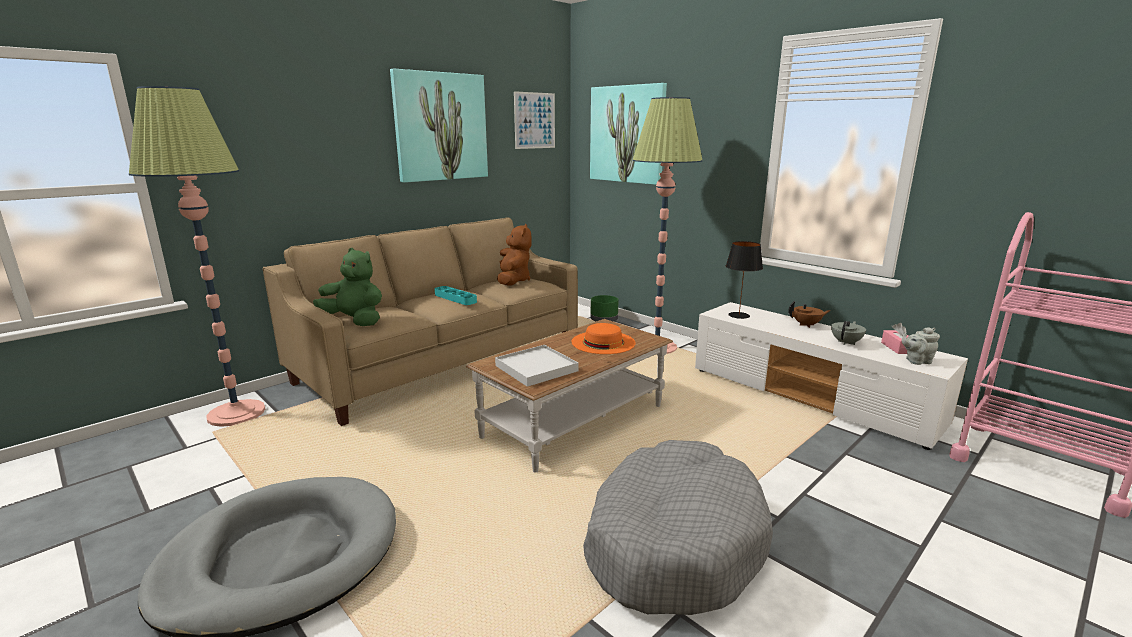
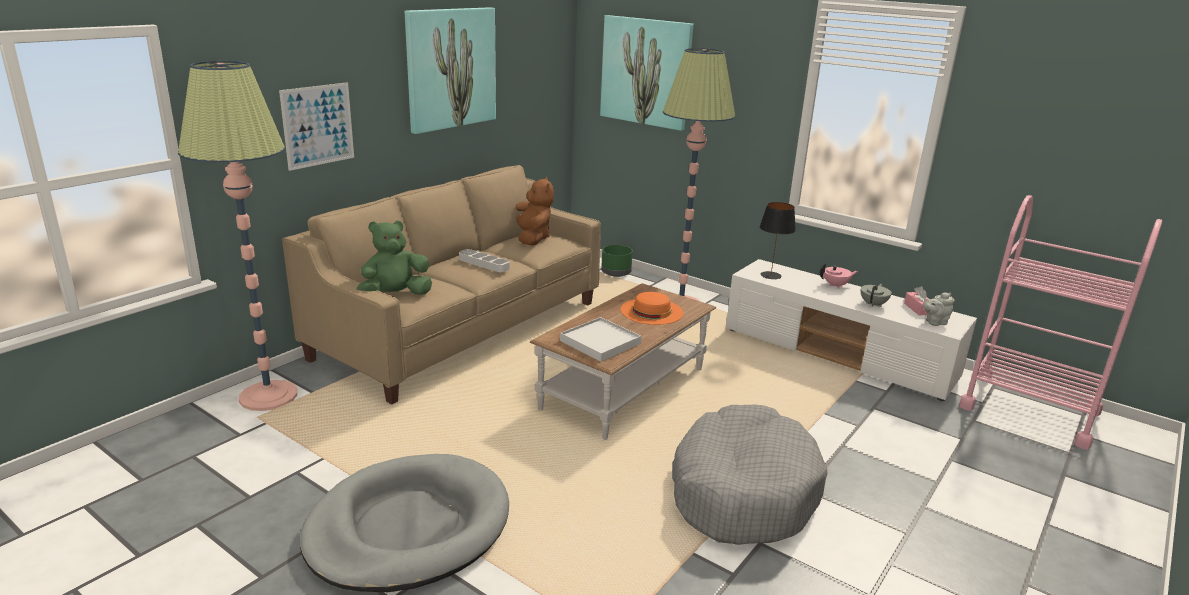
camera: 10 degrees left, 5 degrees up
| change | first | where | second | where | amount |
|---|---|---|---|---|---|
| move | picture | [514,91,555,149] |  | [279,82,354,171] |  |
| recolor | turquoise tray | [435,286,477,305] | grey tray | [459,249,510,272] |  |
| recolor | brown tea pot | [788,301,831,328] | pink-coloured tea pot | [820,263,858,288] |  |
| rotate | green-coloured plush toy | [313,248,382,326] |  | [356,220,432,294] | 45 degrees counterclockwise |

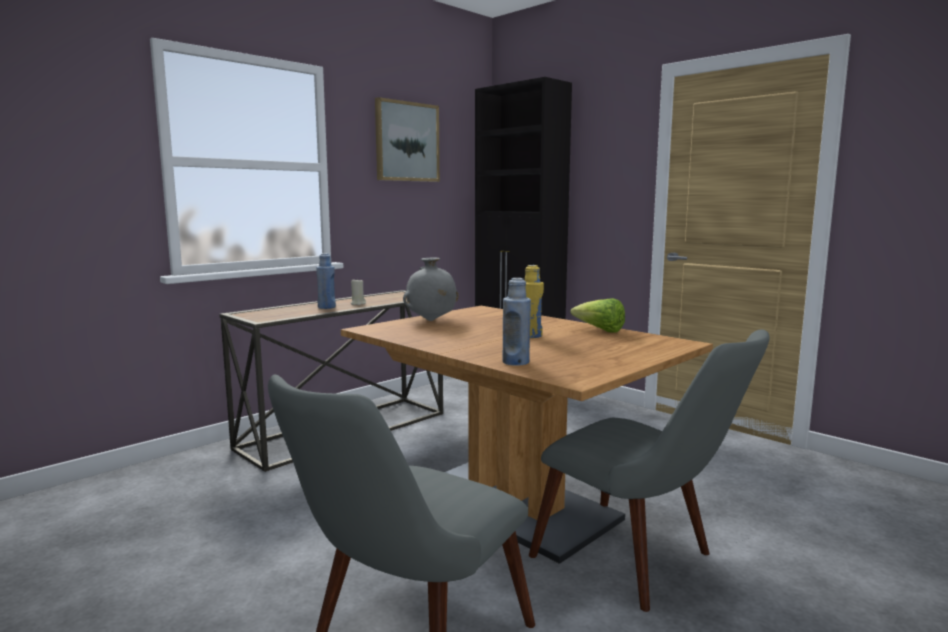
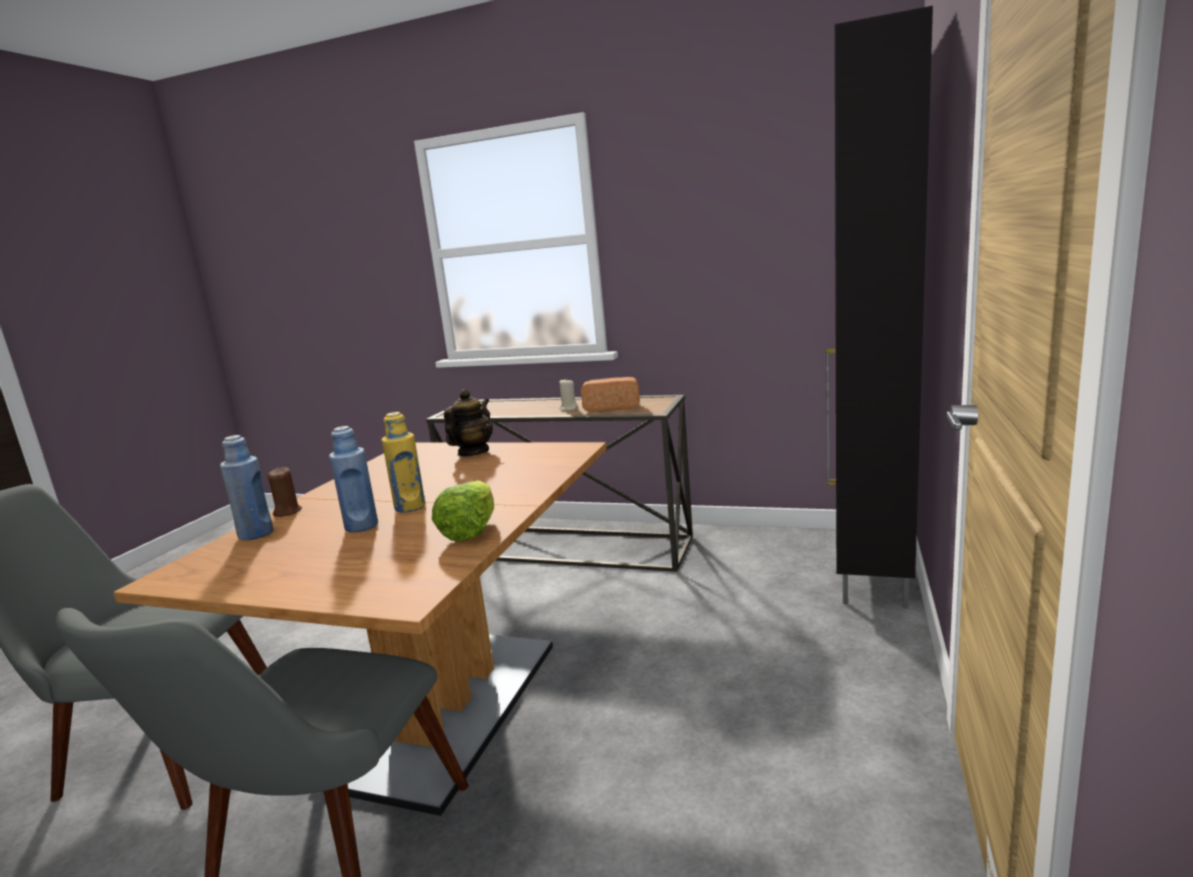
camera: 65 degrees right, 5 degrees up
| change | first | where | second | where | amount |
|---|---|---|---|---|---|
| delete | picture | [375,97,440,182] |  |  |  |
| insert |  |  | brown candle | [268,467,302,517] |  |
| insert |  |  | baked bread | [581,377,640,412] |  |
| move | blue drink bottle | [316,253,336,309] |  | [329,426,378,532] |  |
| replace | grey flower vase | [403,258,459,321] | tea pot | [444,389,493,457] |  |

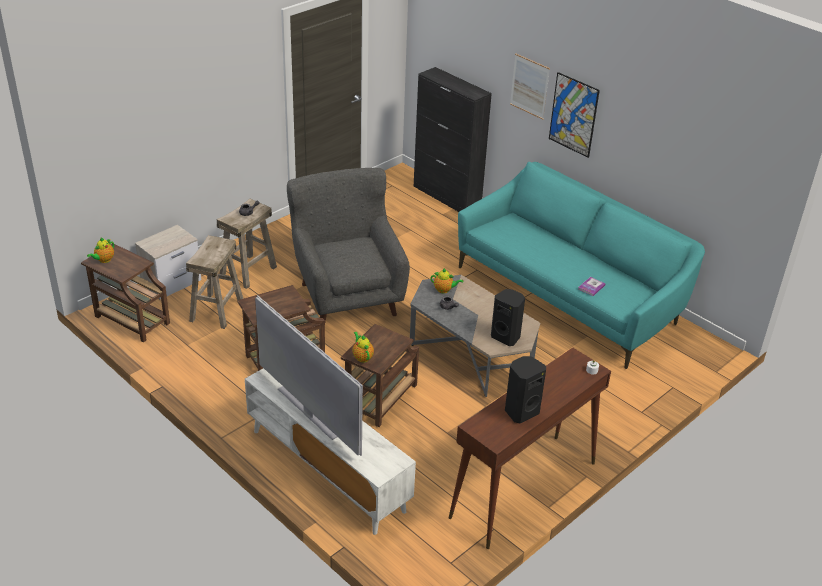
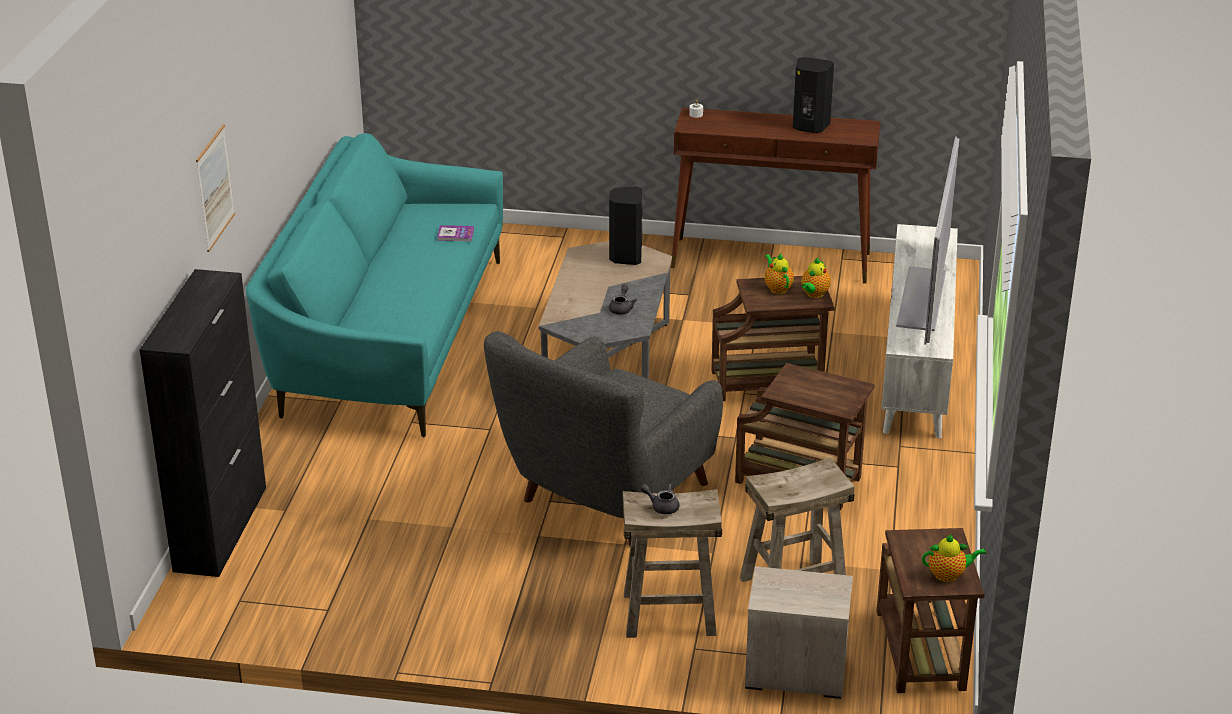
camera: 125 degrees left, 5 degrees down
| change | first | where | second | where | amount |
|---|---|---|---|---|---|
| delete | picture | [549,72,600,158] |  |  |  |
| move | tea pot | [430,268,463,293] |  | [765,253,794,294] |  |

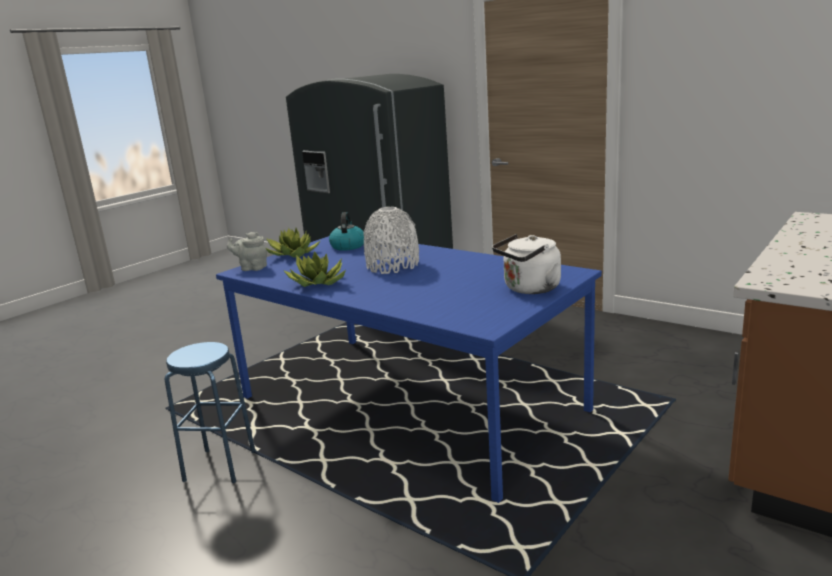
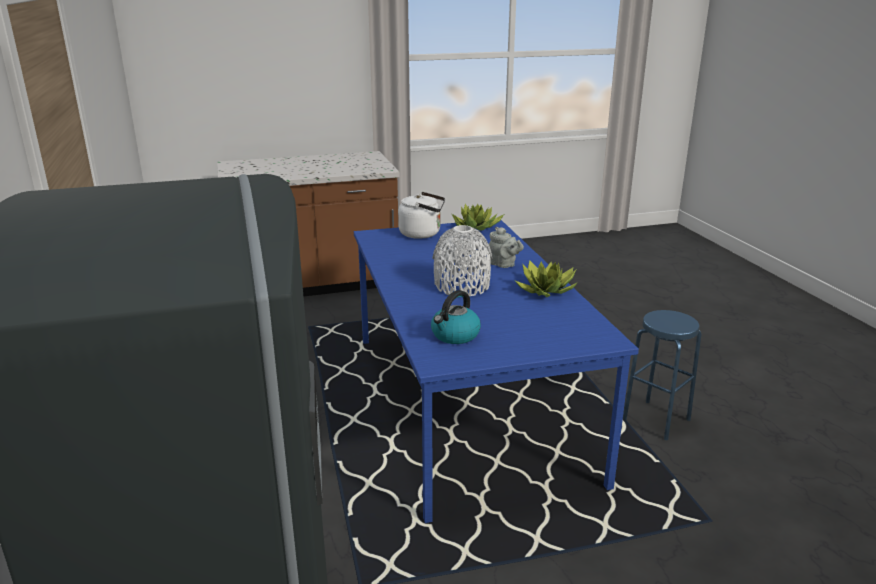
camera: 145 degrees left, 5 degrees up
| change | first | where | second | where | amount |
|---|---|---|---|---|---|
| move | grey tea pot | [227,232,267,271] |  | [489,227,524,268] |  |
| move | plant in a pot | [266,228,321,258] |  | [452,204,504,231] |  |

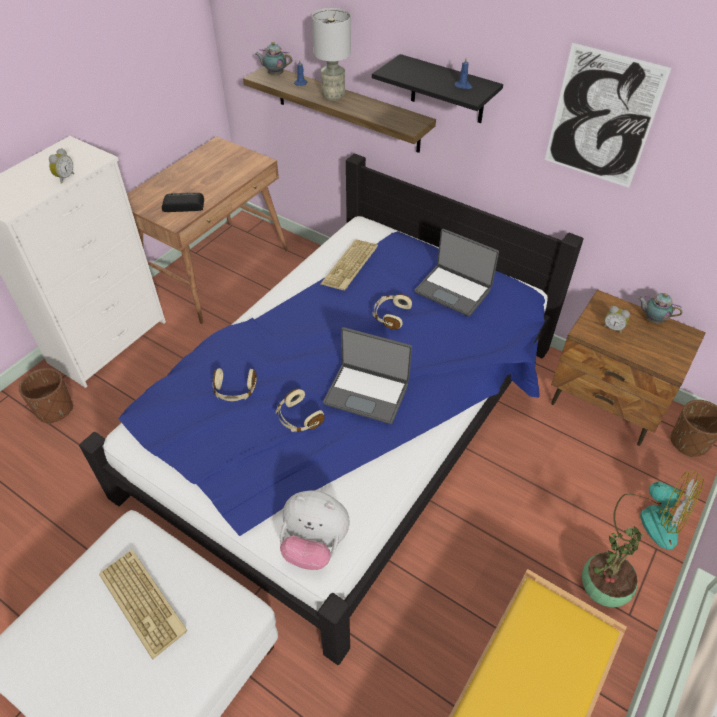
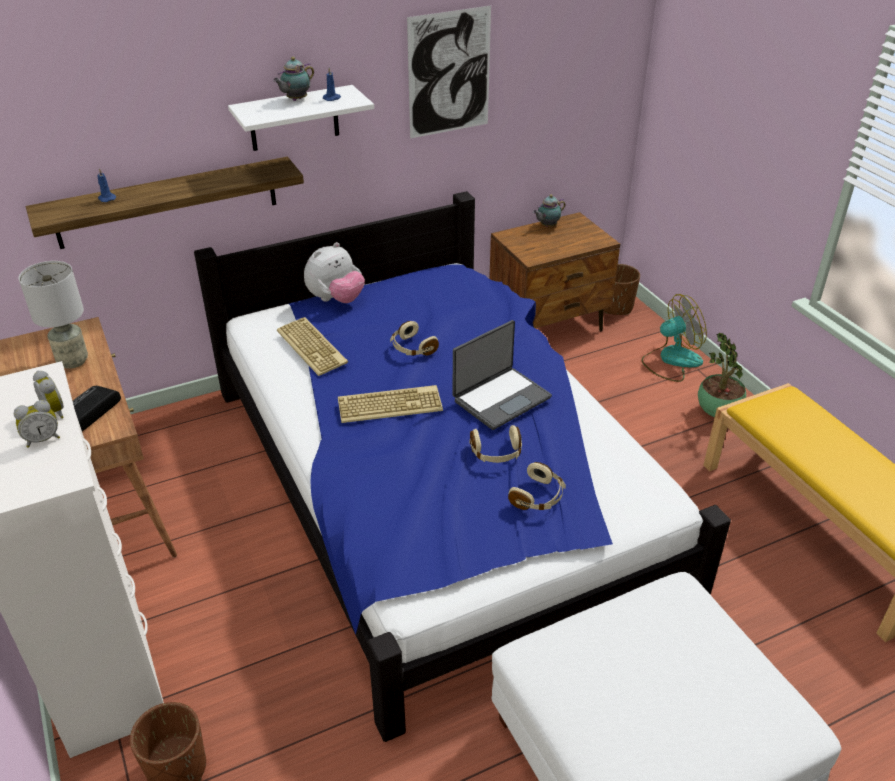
camera: 60 degrees left, 10 degrees down
| change | first | where | second | where | amount |
|---|---|---|---|---|---|
| delete | portable computer | [414,229,499,317] |  |  |  |
| move | computer keyboard | [99,550,187,660] |  | [338,385,443,423] |  |
| move | sand-coloured headphones | [213,368,257,401] |  | [508,462,566,510] |  |
| move | tea pot | [255,42,292,76] |  | [273,57,314,101] |  |
| move | plush toy | [280,490,350,570] |  | [304,242,365,303] |  |
| move | grey tabletop lamp | [312,8,351,101] |  | [19,261,88,369] |  |
| move | alarm clock | [603,306,630,334] |  | [14,400,60,448] |  |
| recolor | blackish shelf | [372,54,503,123] | white-coloured shelf | [228,85,374,151] |  |

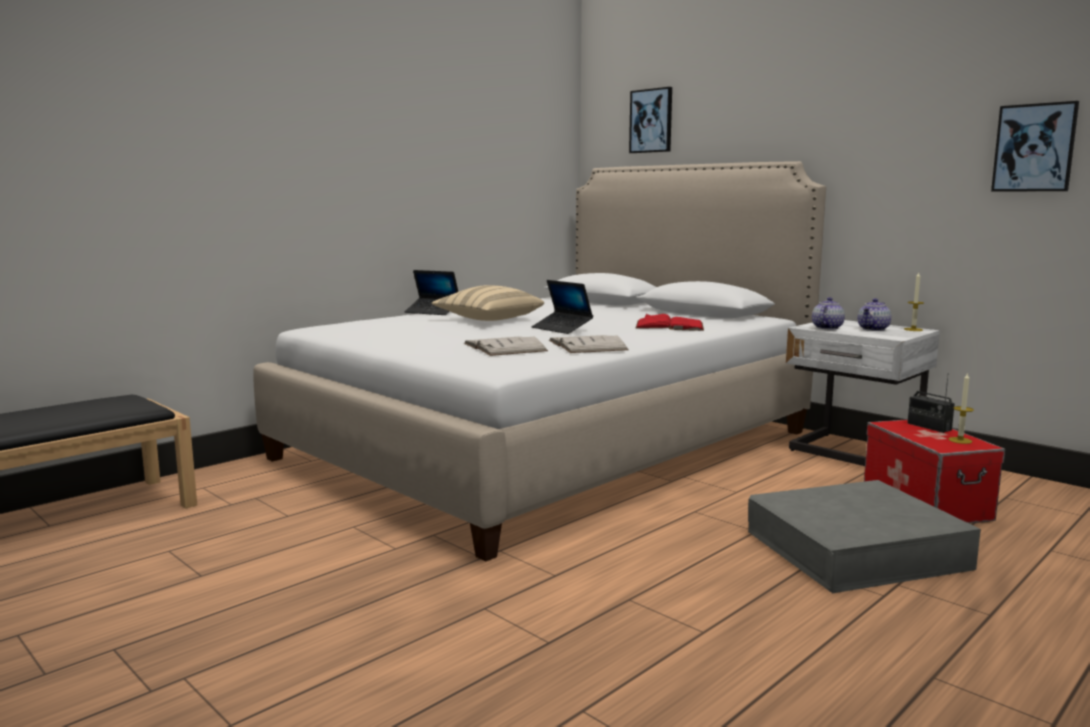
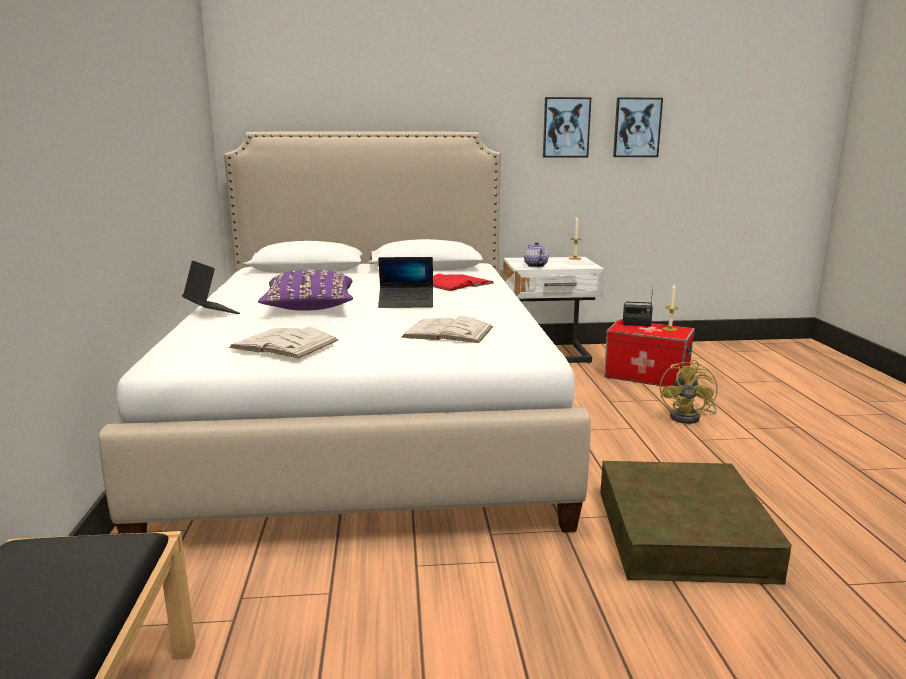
camera: 50 degrees left, 5 degrees up
| change | first | where | second | where | amount |
|---|---|---|---|---|---|
| delete | tea pot | [857,298,891,331] |  |  |  |
| insert |  |  | brown storage container | [600,461,792,585] |  |
| move | white-coloured volume | [549,335,629,353] |  | [229,327,339,358] |  |
| move | picture | [629,87,672,153] |  | [543,97,591,158] |  |
| replace | grey storage container | [748,480,981,593] | yellowish fan | [660,360,718,424] |  |
| recolor | sand-coloured throw pillow | [431,285,544,321] | purplish throw pillow | [258,270,353,311] |  |
| rotate | portable computer | [405,270,458,315] |  | [182,260,240,314] | 105 degrees counterclockwise |

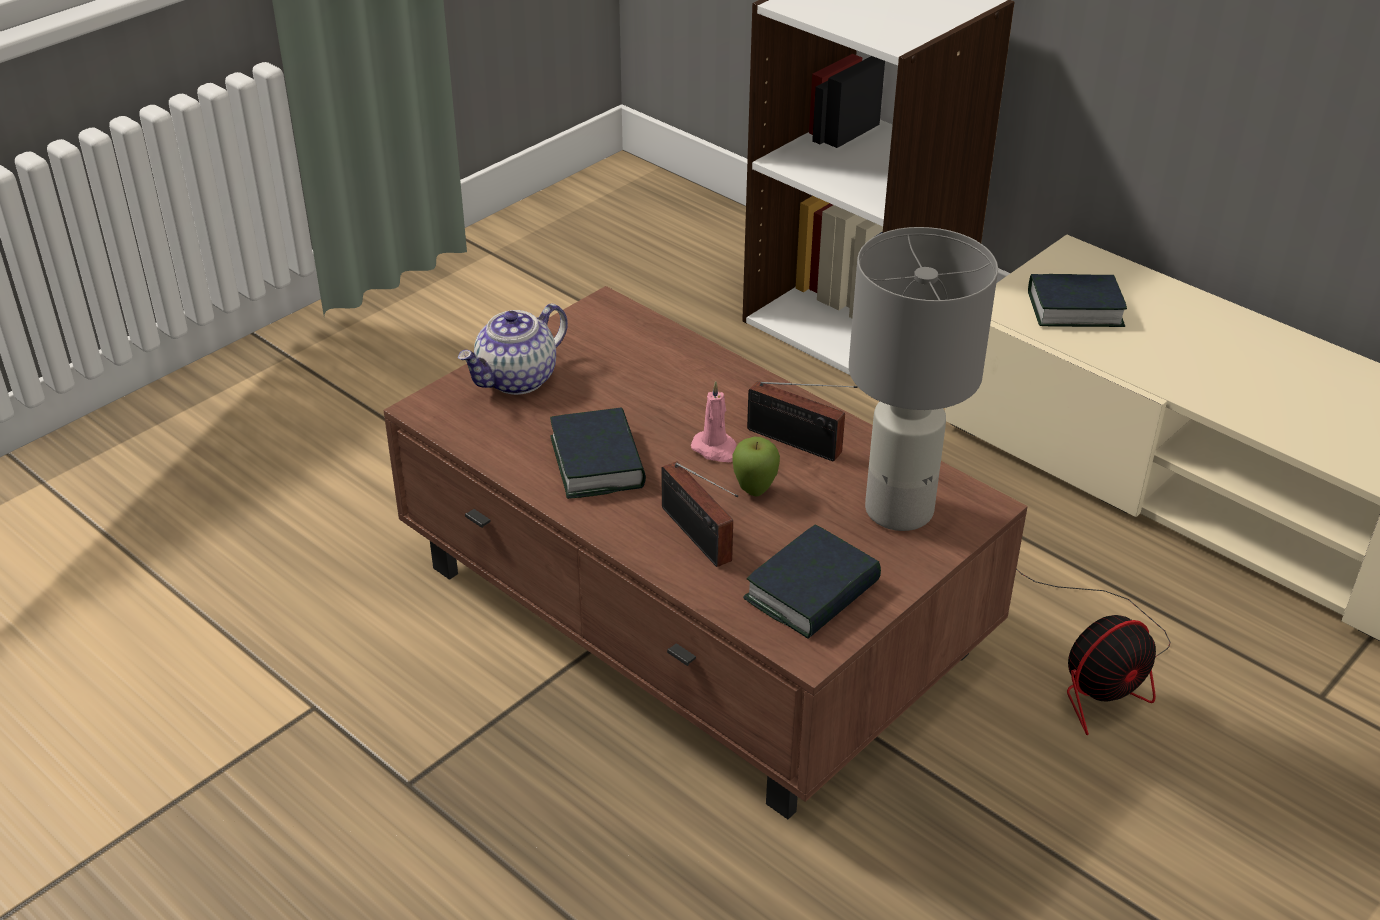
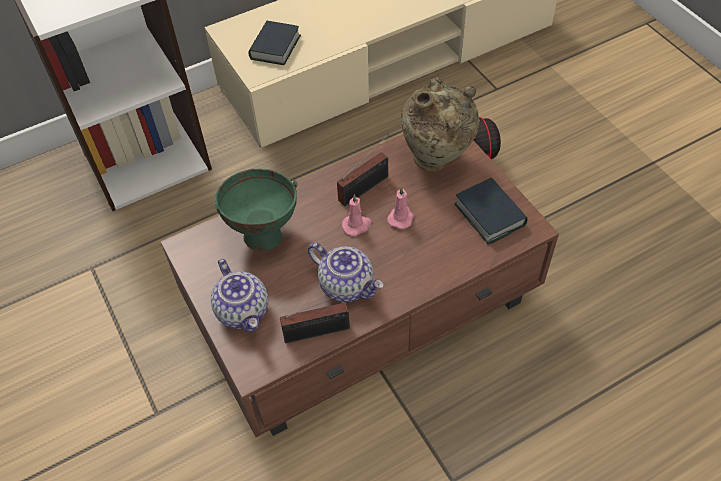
camera: 70 degrees left, 15 degrees up
| change | first | where | second | where | amount |
|---|---|---|---|---|---|
| insert |  |  | green-coloured serving bowl | [214,169,298,251] |  |
| move | radio | [661,461,738,567] |  | [280,288,354,343] |  |
| replace | volume | [550,407,646,499] | tea pot | [308,243,384,303] |  |
| replace | apple fruit | [732,437,780,496] | pink-coloured candle | [387,187,414,229] |  |
| replace | grey tabletop lamp | [849,227,998,531] | sand-coloured flower vase | [401,77,480,172] |  |

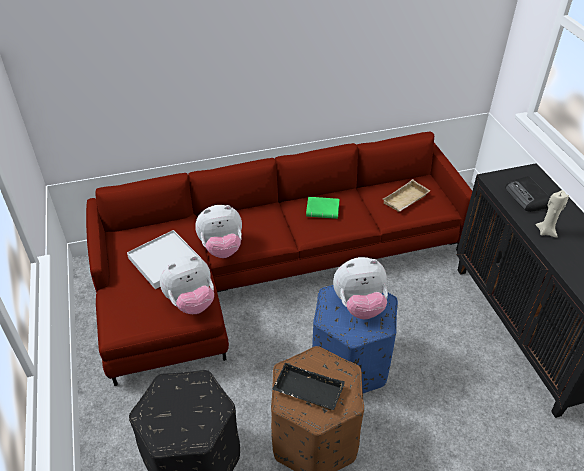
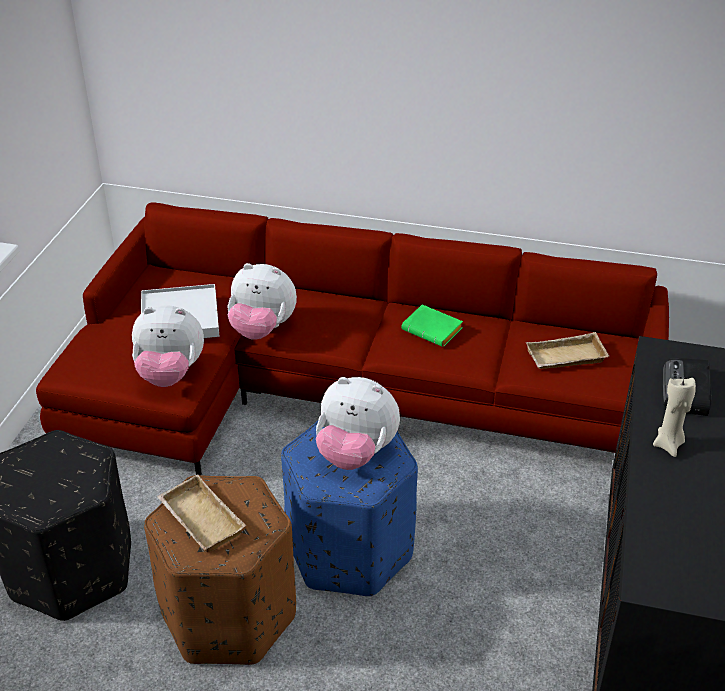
camera: 30 degrees right, 5 degrees down
| change | first | where | second | where | amount |
|---|---|---|---|---|---|
| recolor | blackish tray | [272,363,345,410] | sand-coloured tray | [157,474,246,552] |  |

